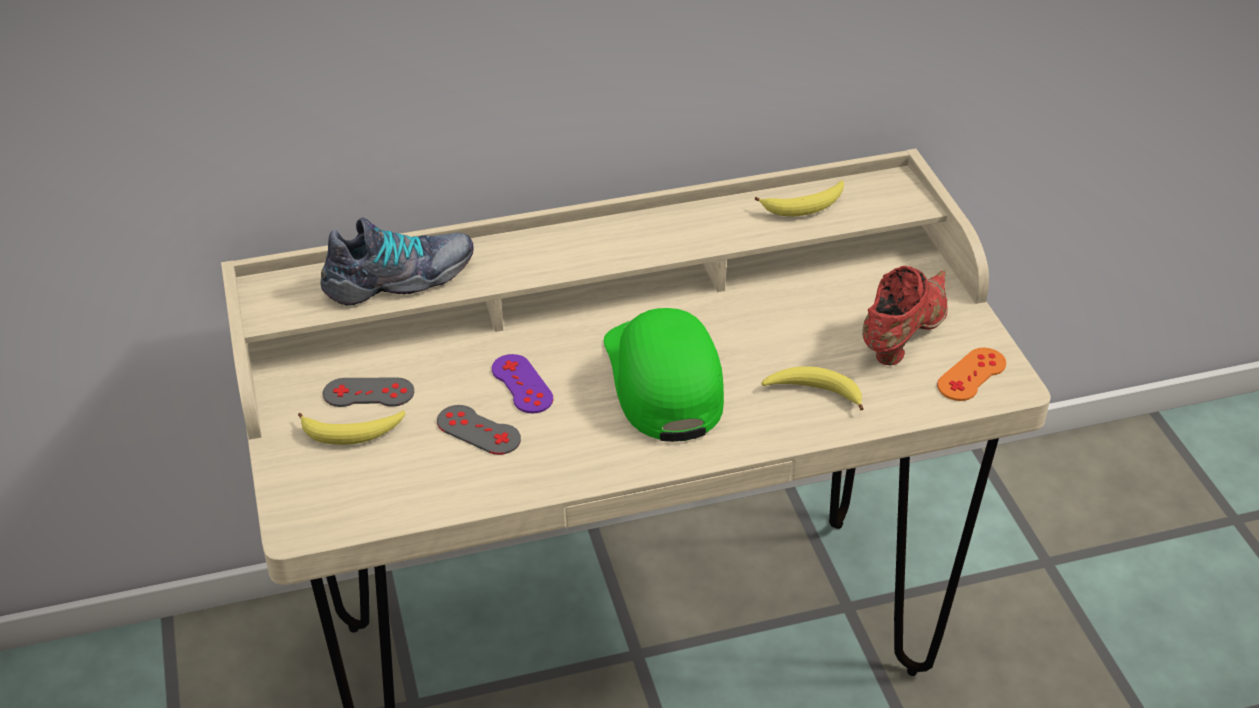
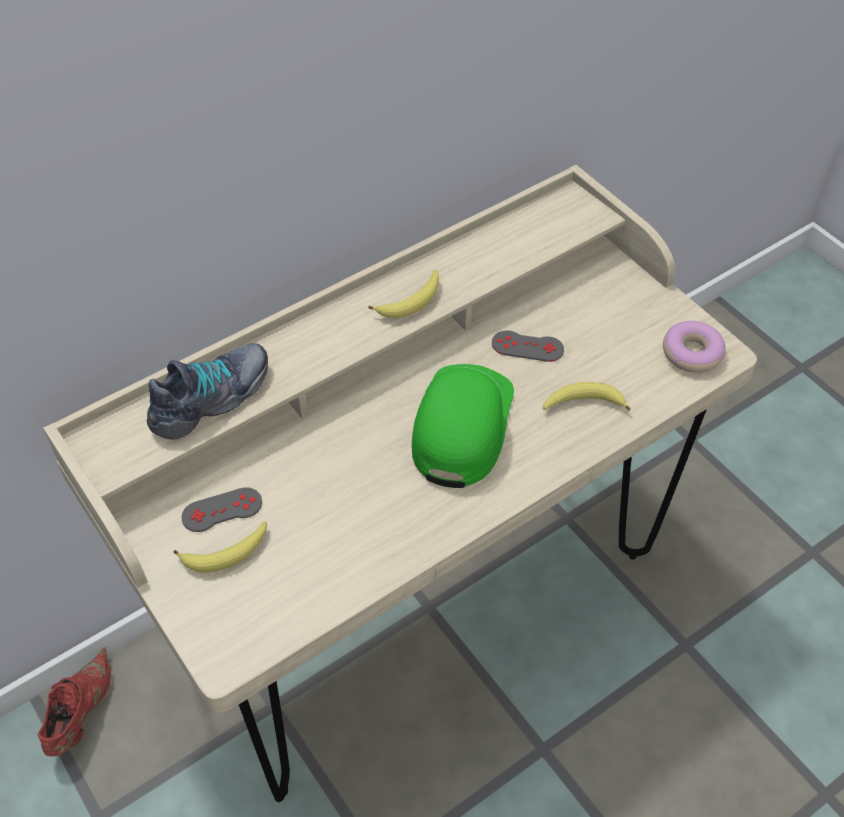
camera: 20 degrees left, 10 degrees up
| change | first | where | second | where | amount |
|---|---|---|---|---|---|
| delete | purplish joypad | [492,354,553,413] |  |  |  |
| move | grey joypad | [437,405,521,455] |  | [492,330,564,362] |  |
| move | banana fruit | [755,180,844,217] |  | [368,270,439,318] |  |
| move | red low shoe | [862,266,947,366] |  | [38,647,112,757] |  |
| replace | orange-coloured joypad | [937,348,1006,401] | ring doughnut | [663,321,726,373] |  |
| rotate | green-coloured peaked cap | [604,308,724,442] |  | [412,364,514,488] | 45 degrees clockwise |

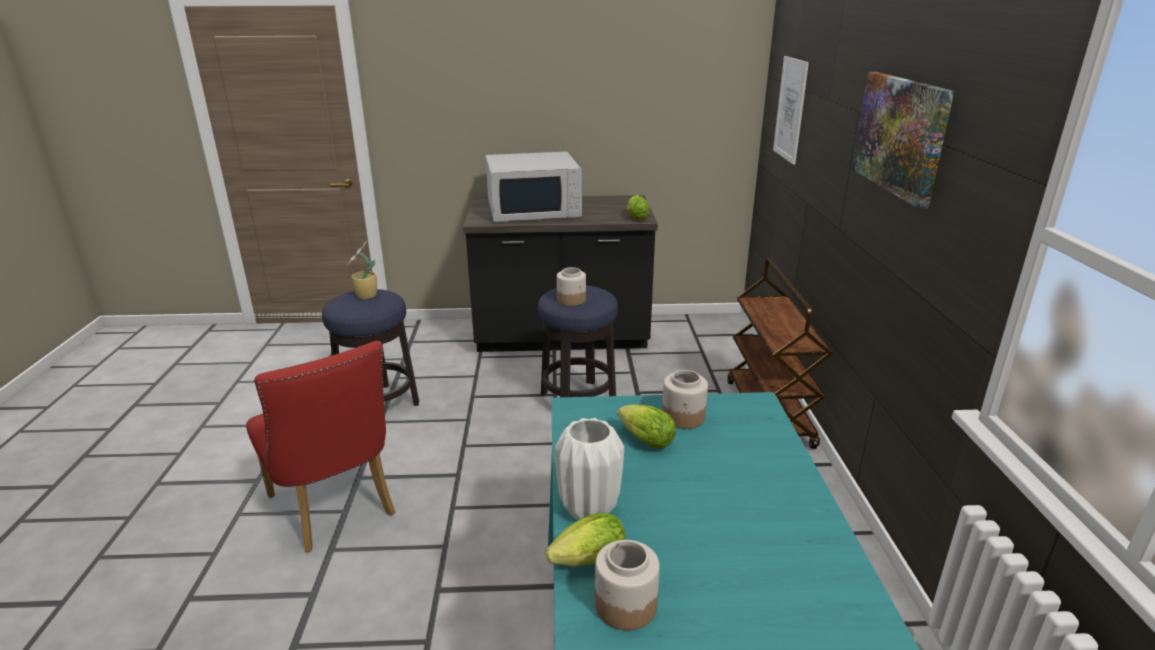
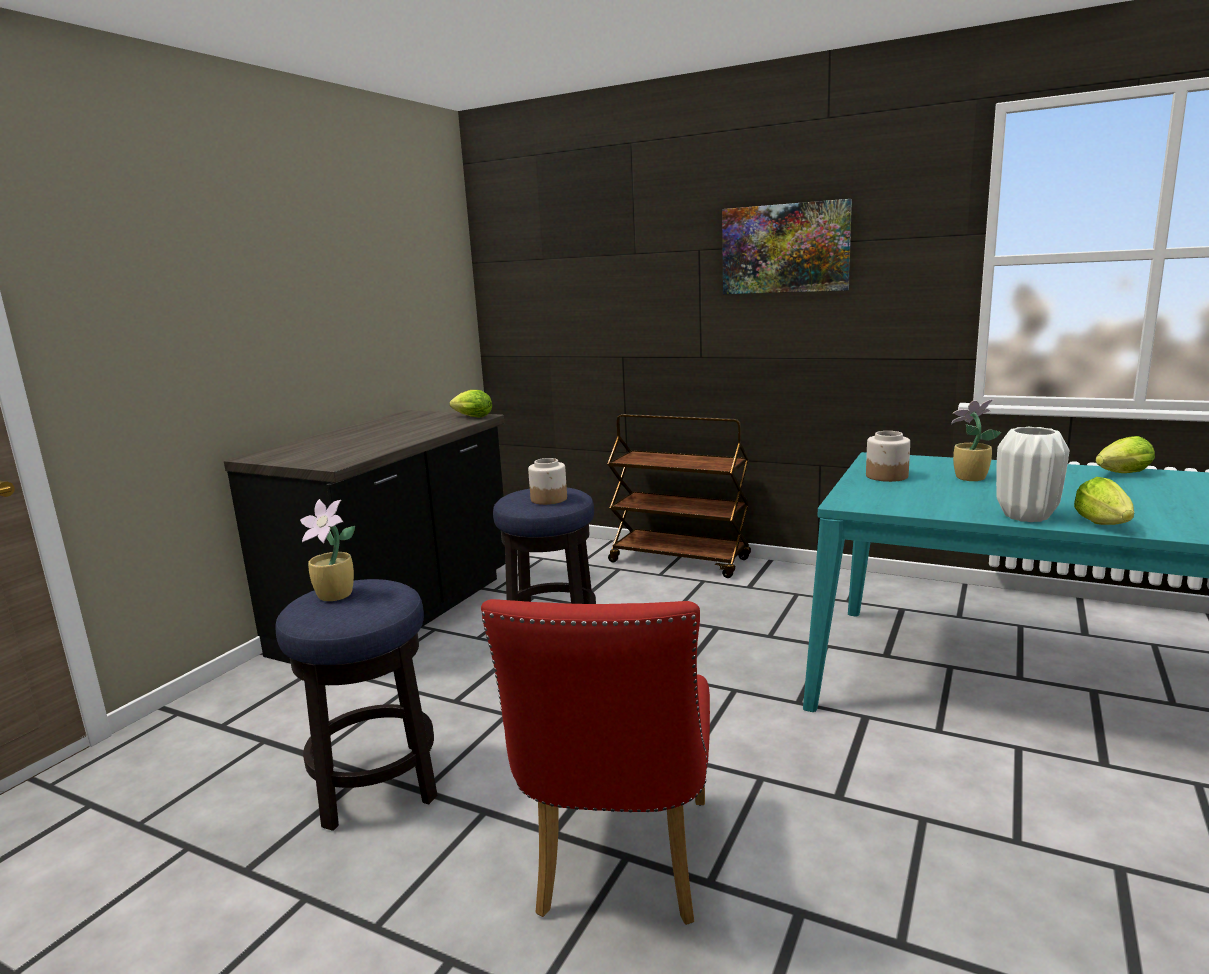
camera: 60 degrees left, 10 degrees down
| change | first | where | second | where | amount |
|---|---|---|---|---|---|
| delete | white-coloured microwave | [486,152,582,222] |  |  |  |
| delete | jar | [595,540,660,631] |  |  |  |
| delete | picture | [773,56,809,165] |  |  |  |
| insert |  |  | plant in a pot | [951,399,1001,481] |  |
| move | lettuce head | [617,404,676,448] |  | [1096,436,1155,473] |  |
| rotate | red plain chair | [246,341,395,552] |  | [481,599,710,925] | 105 degrees clockwise |

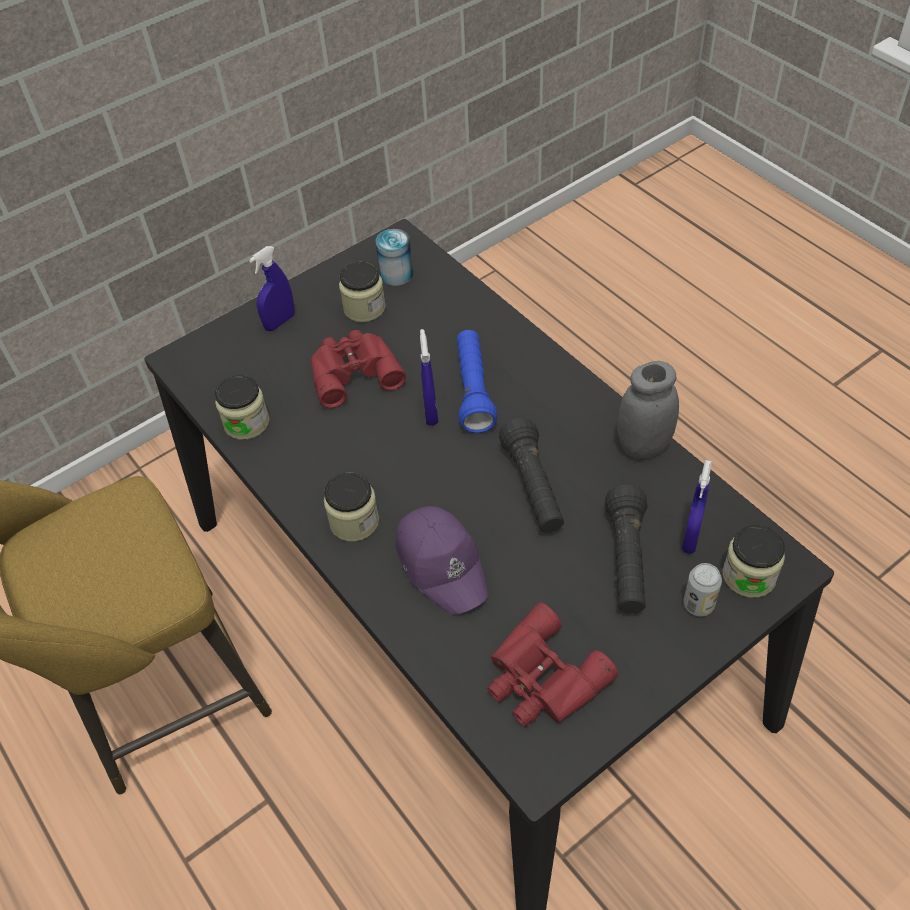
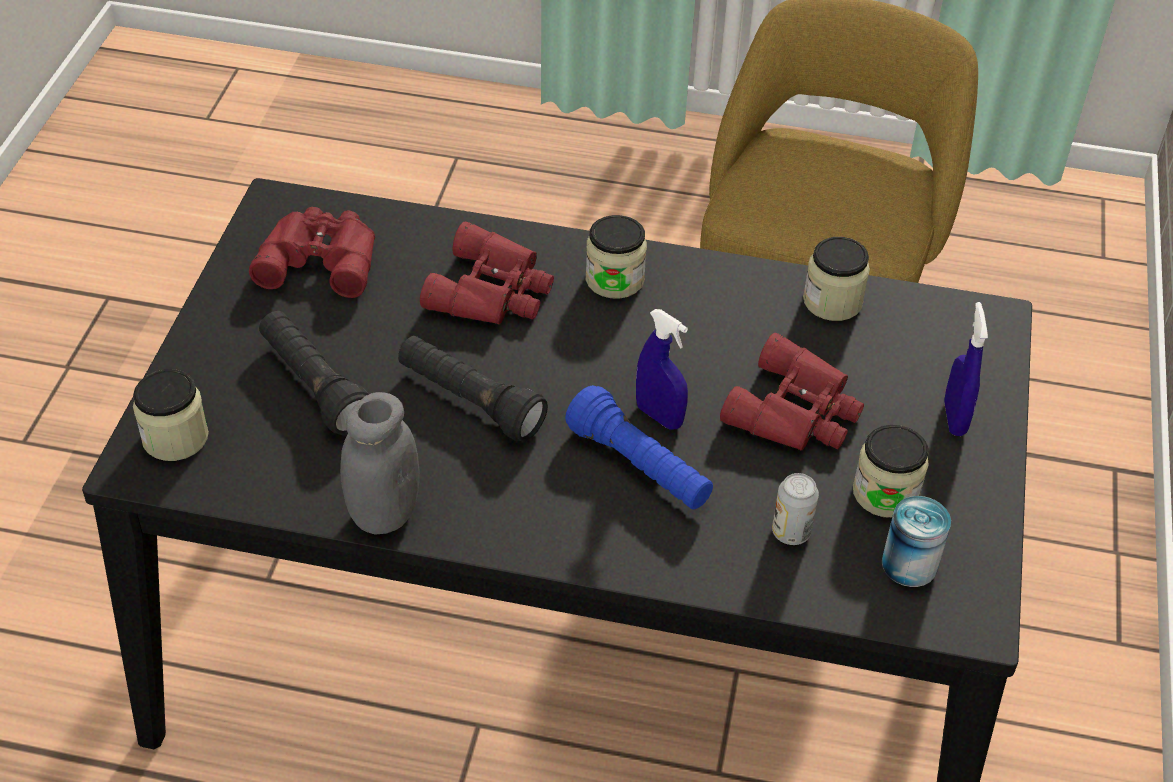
camera: 135 degrees right, 5 degrees down
| change | first | where | second | where | amount |
|---|---|---|---|---|---|
| delete | blue spray bottle | [682,460,712,554] |  |  |  |
| move | can | [683,563,722,617] |  | [772,473,819,545] |  |
| replace | purplish peaked cap | [395,506,488,614] | red binoculars | [420,222,554,324] |  |

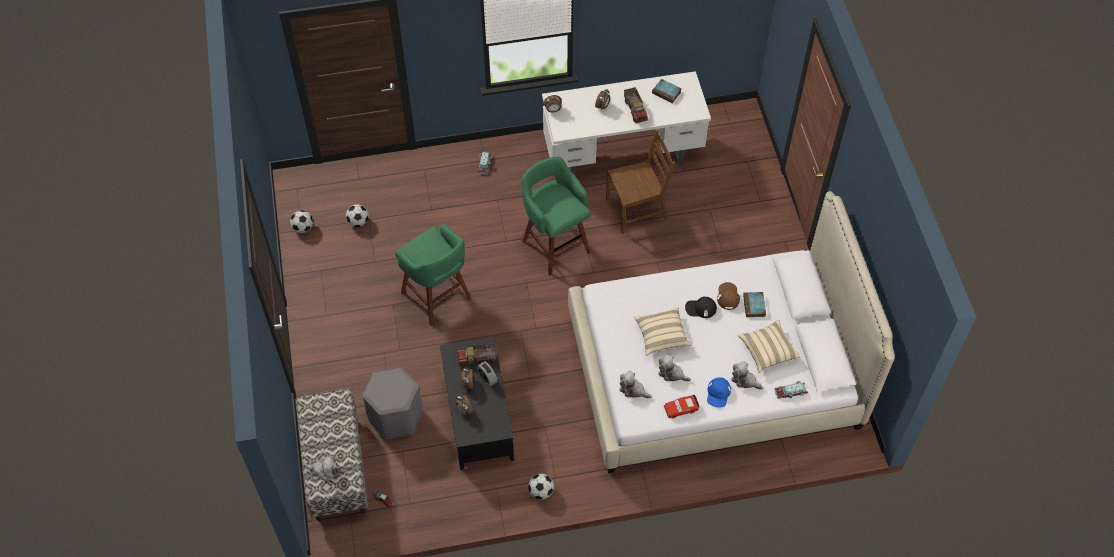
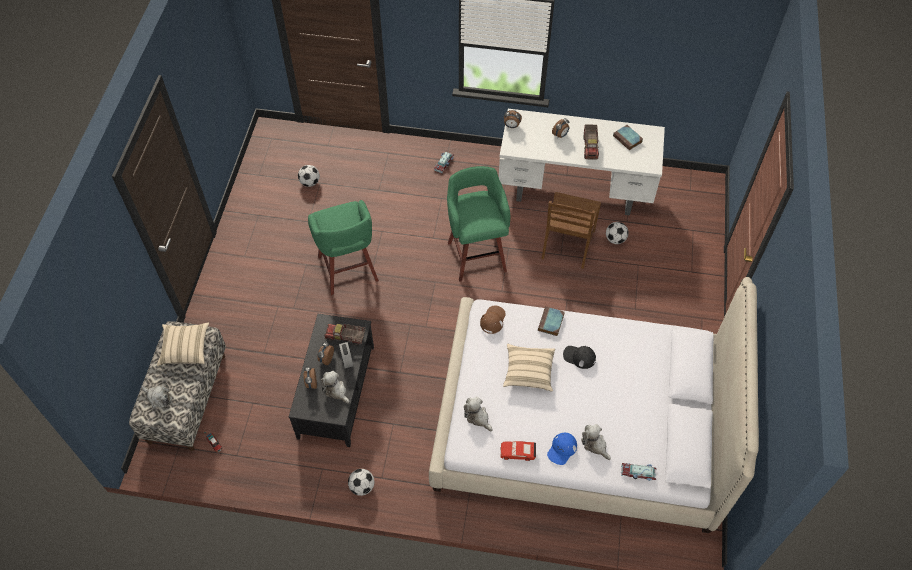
camera: 20 degrees right, 0 degrees up
| change | first | where | second | where | amount |
|---|---|---|---|---|---|
| delete | grey stool seat | [362,367,423,440] |  |  |  |
| move | football | [290,210,313,233] |  | [606,222,629,244] |  |
| move | plush toy | [658,355,691,381] |  | [321,371,349,404] |  |
| move | brown peaked cap | [717,282,740,310] |  | [480,306,506,334] |  |
| move | sand-coloured throw pillow | [737,320,800,373] |  | [157,322,209,366] |  |
| move | volume | [743,292,766,317] |  | [538,306,564,336] |  |
| rotate | brown plain chair | [606,130,675,234] |  | [542,192,601,269] | 105 degrees clockwise |

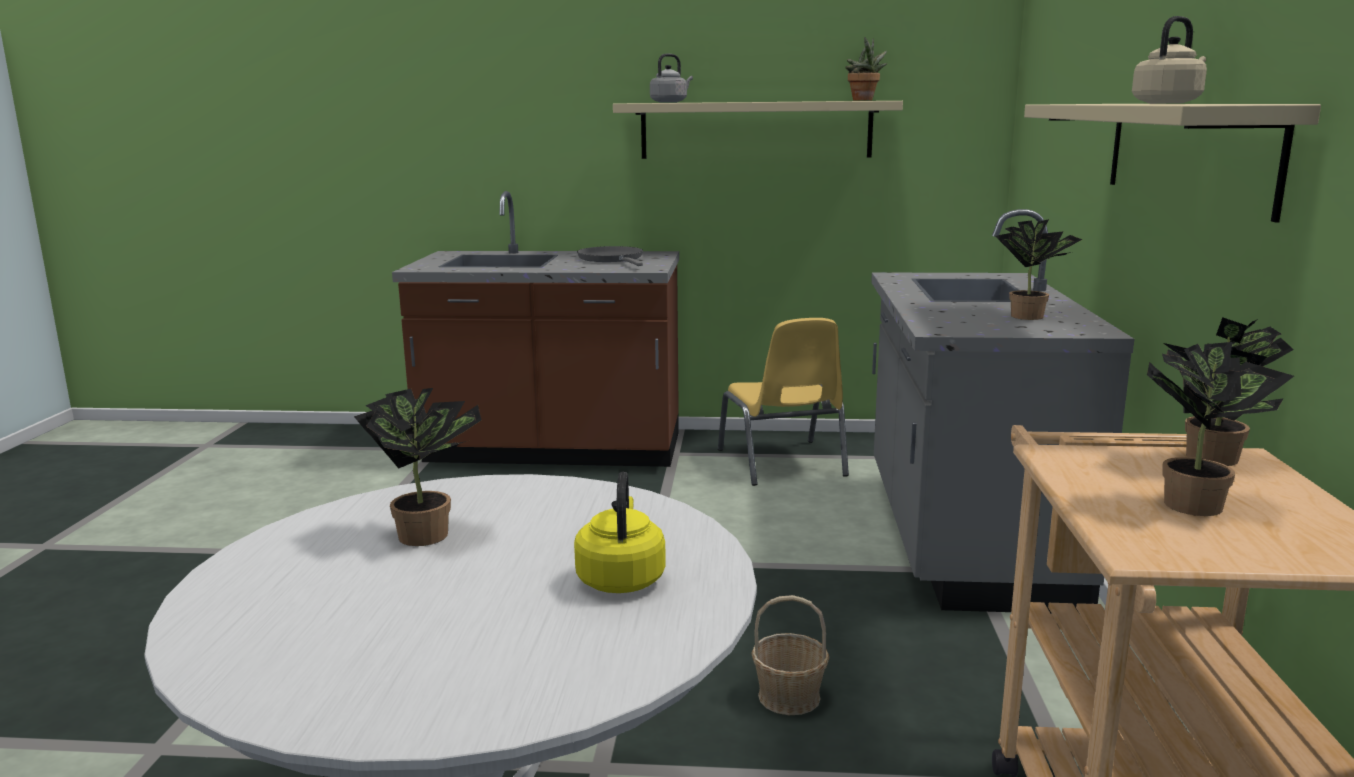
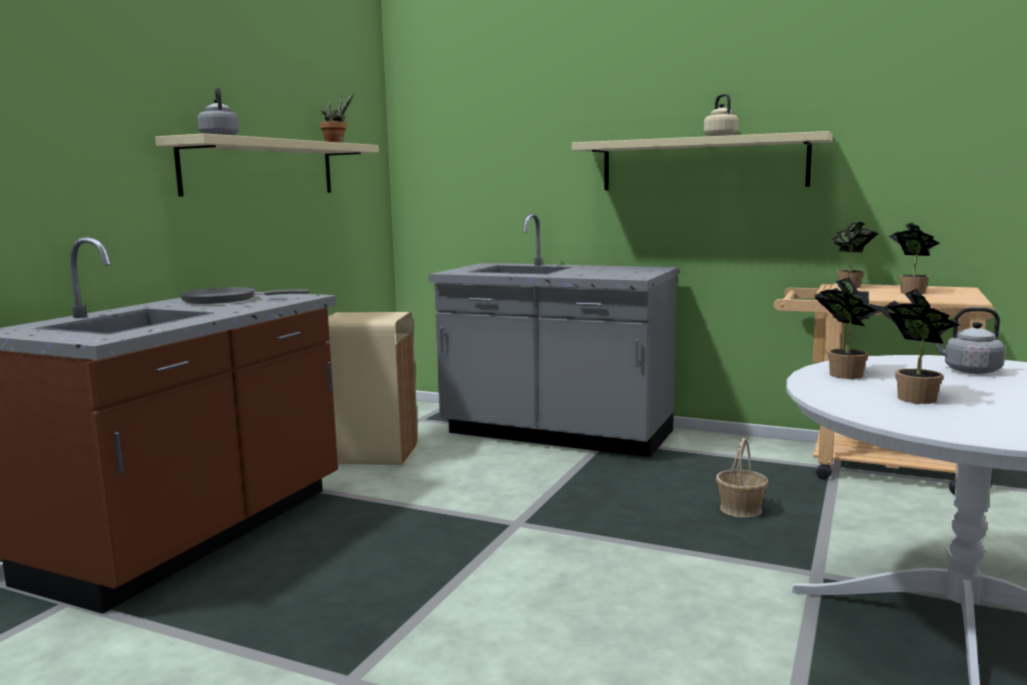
camera: 70 degrees left, 5 degrees down
| change | first | where | second | where | amount |
|---|---|---|---|---|---|
| move | plant in a pot | [996,219,1082,320] |  | [815,277,883,379] |  |
| replace | yellowish plain chair | [718,318,849,486] | sand-coloured trash can | [326,312,418,465] |  |
| recolor | yellowish tea kettle | [574,472,666,593] | grey tea kettle | [935,307,1005,374] |  |

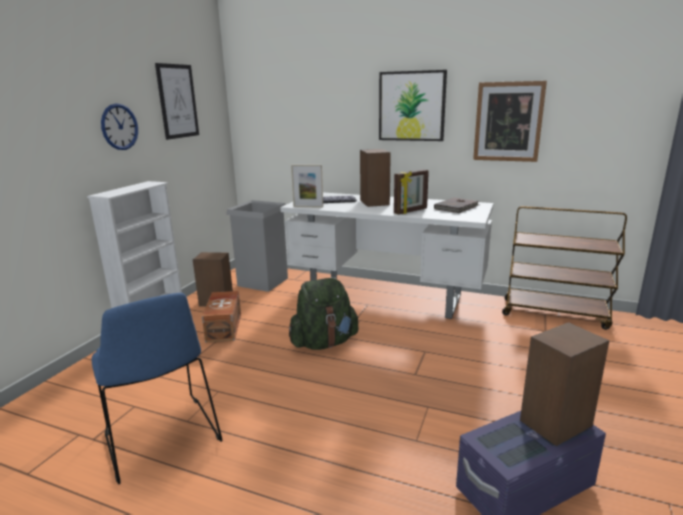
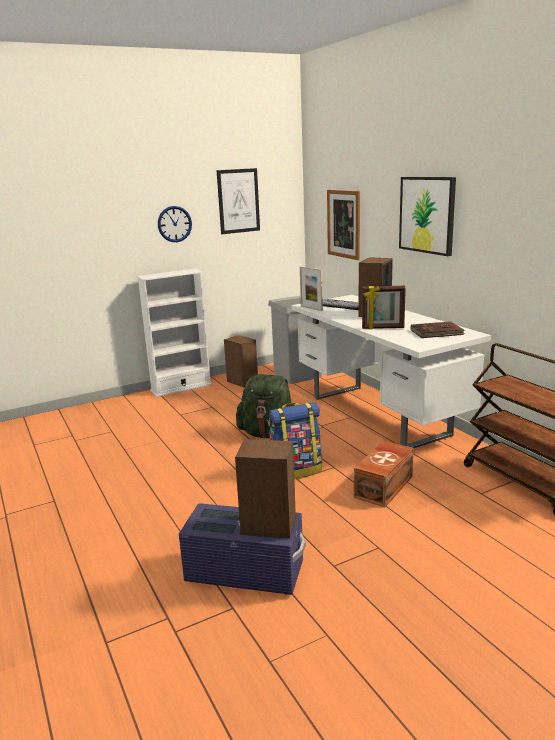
camera: 40 degrees right, 0 degrees up
| change | first | where | second | where | amount |
|---|---|---|---|---|---|
| delete | blue plain chair | [92,293,222,484] |  |  |  |
| insert |  |  | rucksack | [268,402,322,479] |  |
| move | brown storage container | [202,291,241,343] |  | [354,441,413,507] |  |
| move | picture | [473,81,547,162] |  | [327,190,360,260] |  |

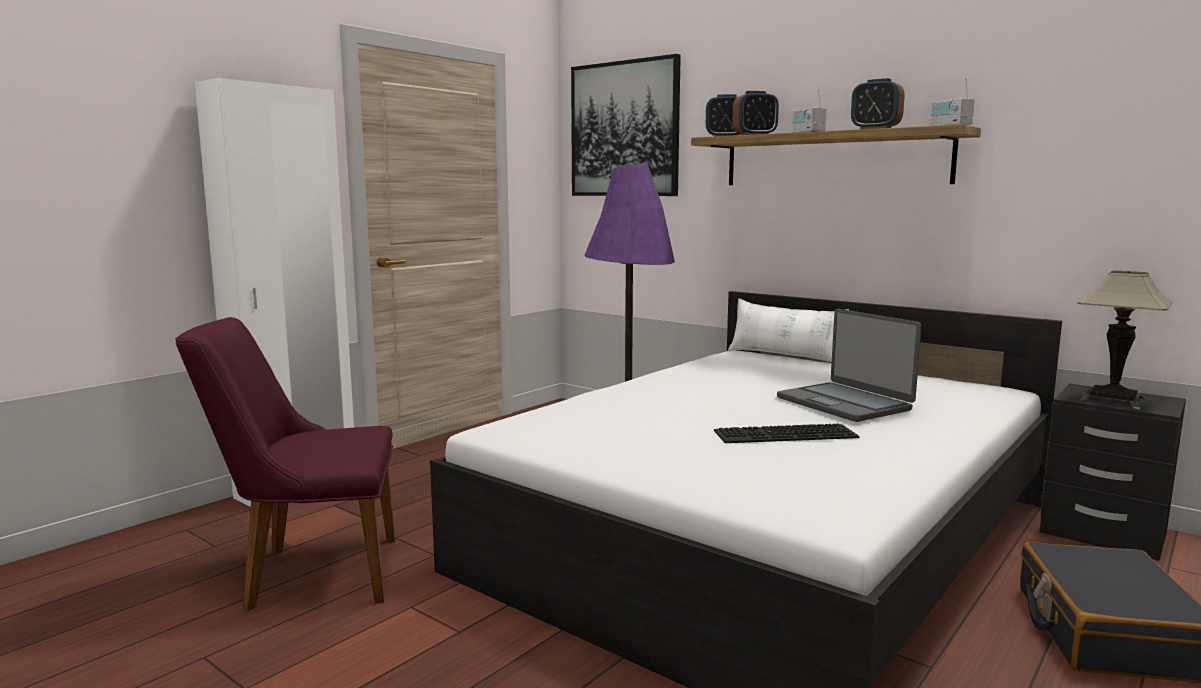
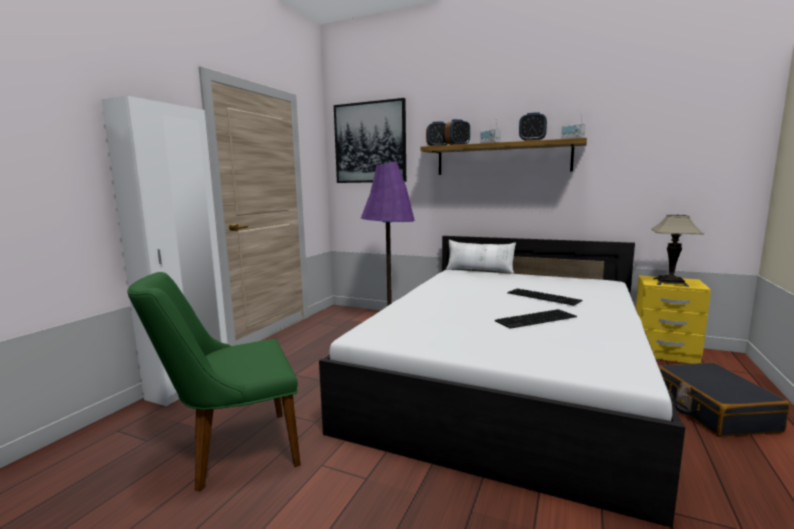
camera: 15 degrees left, 0 degrees up
| change | first | where | second | where | amount |
|---|---|---|---|---|---|
| replace | portable computer | [777,309,921,422] | computer keyboard | [507,289,582,306] |  |
| recolor | purplish plain chair | [175,317,395,611] | green-coloured plain chair | [127,272,301,492] |  |
| recolor | blackish night table | [1039,384,1186,561] | yellowish night table | [636,276,711,363] |  |

